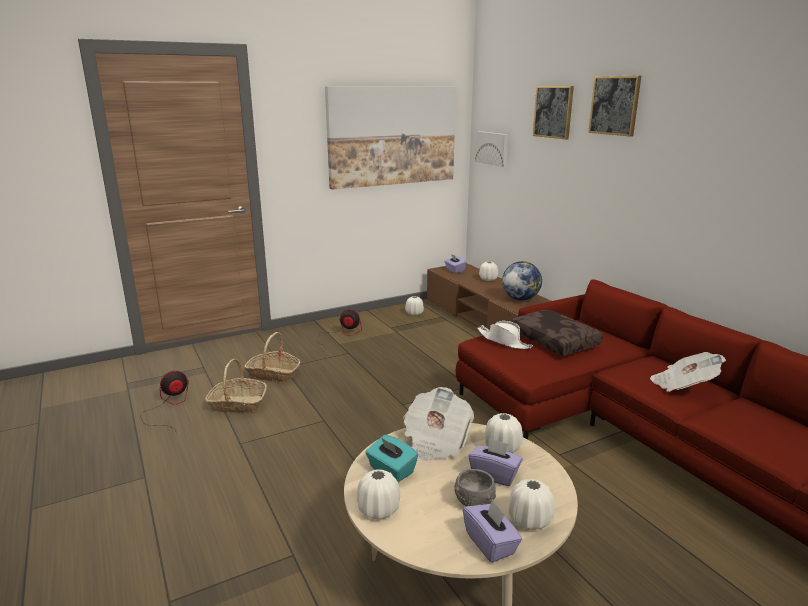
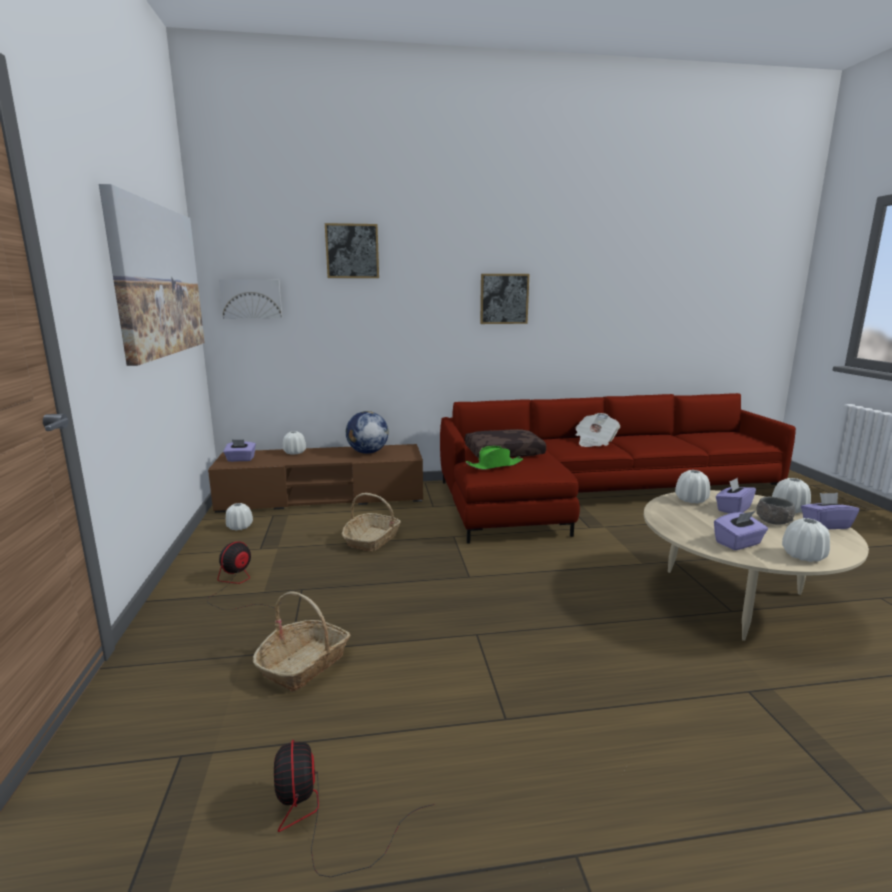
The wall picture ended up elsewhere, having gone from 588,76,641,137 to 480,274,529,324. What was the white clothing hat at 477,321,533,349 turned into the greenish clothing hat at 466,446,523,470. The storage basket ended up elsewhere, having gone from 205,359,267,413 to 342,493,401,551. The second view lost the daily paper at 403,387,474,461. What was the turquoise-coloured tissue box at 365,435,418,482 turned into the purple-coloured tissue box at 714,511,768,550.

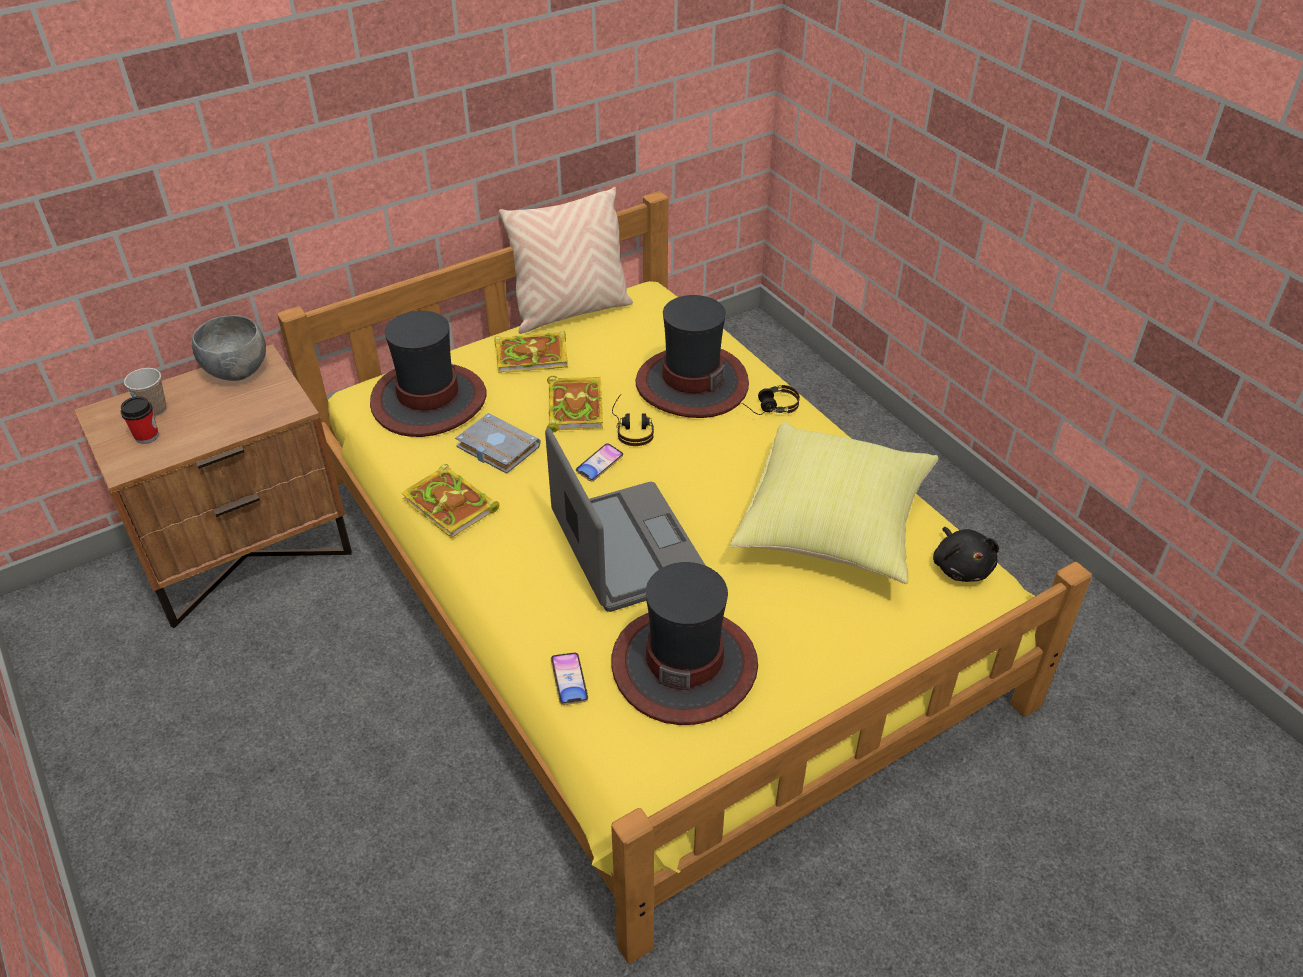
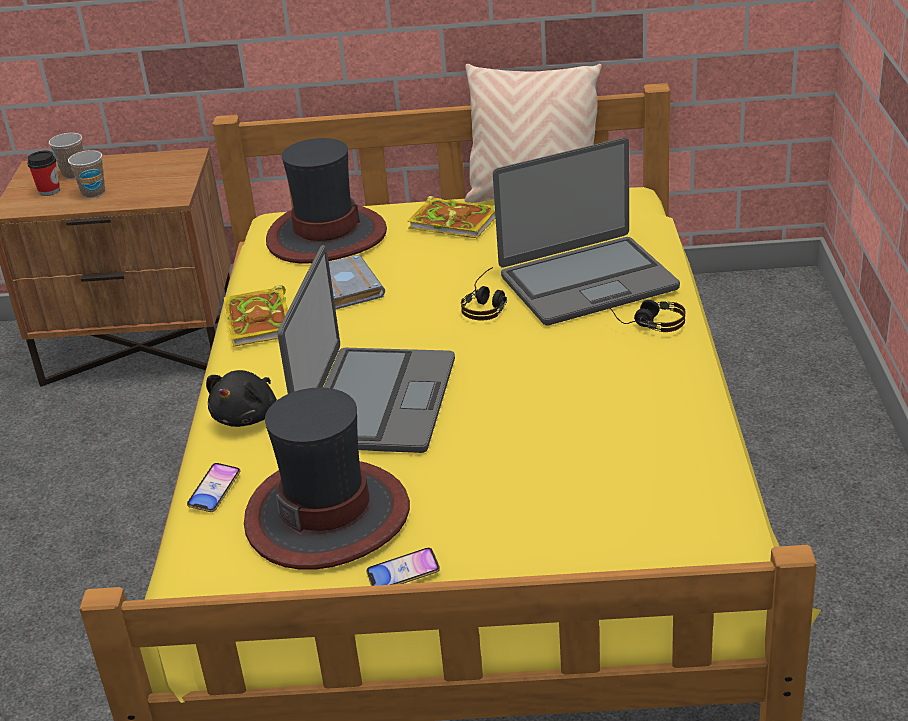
Where the clothing hat stood at 636,295,749,418, the notebook computer came to stand at 493,138,680,326. The second view lost the grey bowl at 192,315,266,381. The second view lost the book at 547,376,603,433. The second view lost the yellow-coloured throw pillow at 730,422,939,584. The handset ended up elsewhere, having gone from 576,443,623,481 to 366,548,440,586. The black soft toy ended up elsewhere, having gone from 933,527,999,582 to 206,370,277,427. The second view gained the small cup at 68,150,105,198.

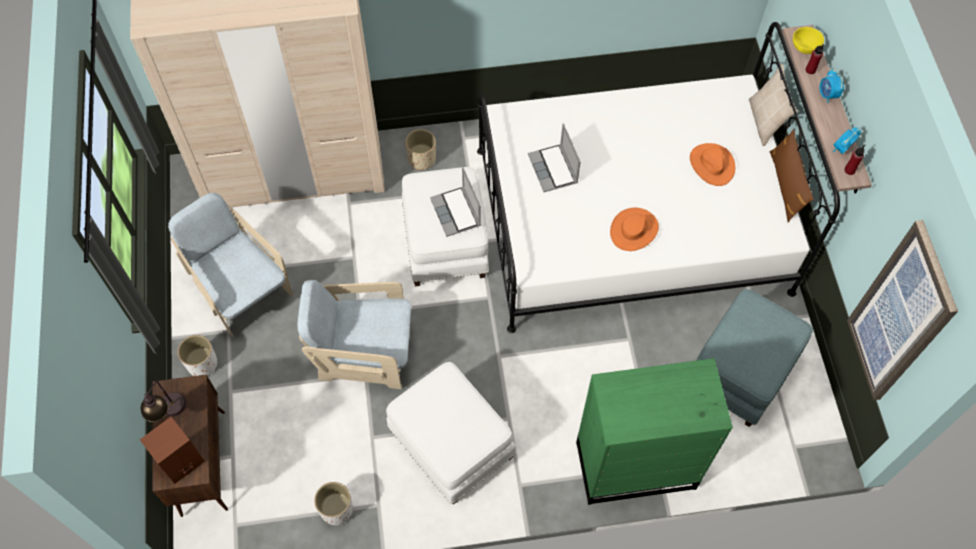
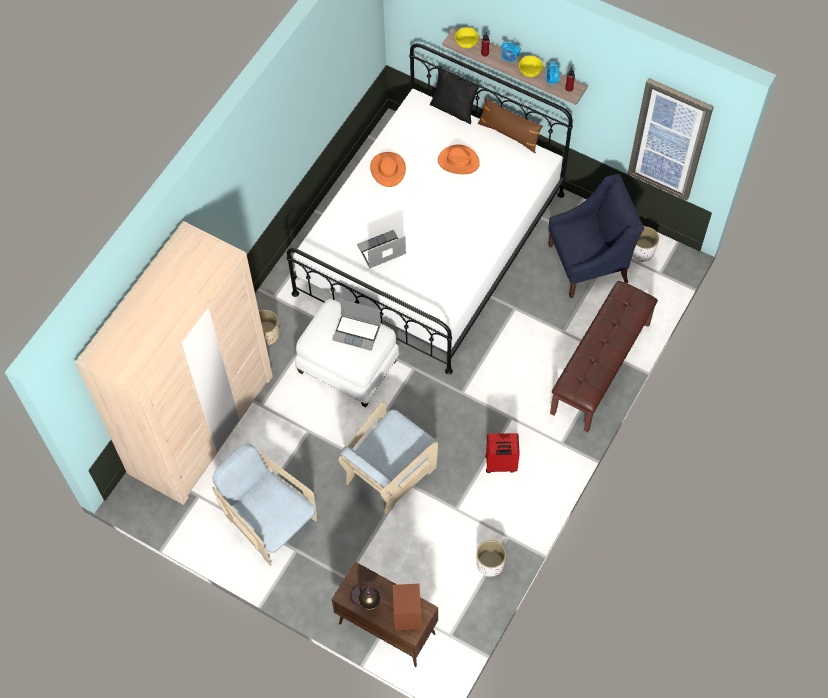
What was the sand-coloured throw pillow at 749,64,798,146 turned into the black throw pillow at 430,65,480,124. The notebook computer at 528,124,581,192 ended up facing another way, 135 degrees clockwise from before. The sand-coloured armchair at 168,193,293,337 ended up facing another way, 45 degrees clockwise from before. The orange-coloured clothing hat ended up elsewhere, having gone from 610,208,659,251 to 370,152,406,187. Where the blue-coloured ottoman stood at 696,289,813,427, the blue-coloured armchair came to stand at 548,174,644,298. The white plant pot ended up elsewhere, having gone from 178,335,217,376 to 632,226,659,262. Where the greenish dresser stood at 576,358,733,505, the brownish long seat came to stand at 550,281,658,433. Where the white ottoman stood at 386,362,516,505, the red-coloured piece of luggage came to stand at 485,433,520,473. The second view gained the yellow-coloured bowl at 519,56,543,77.

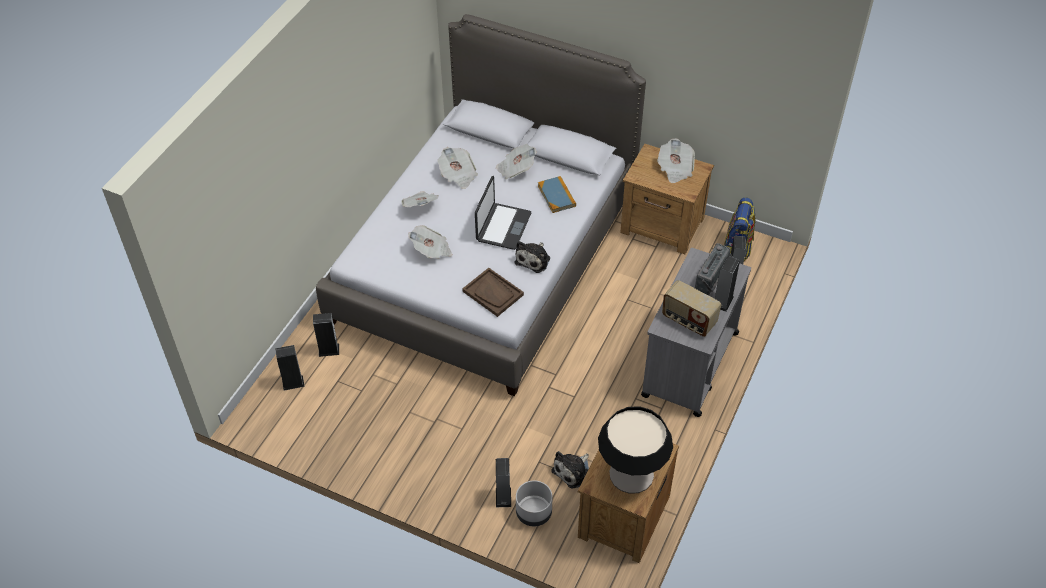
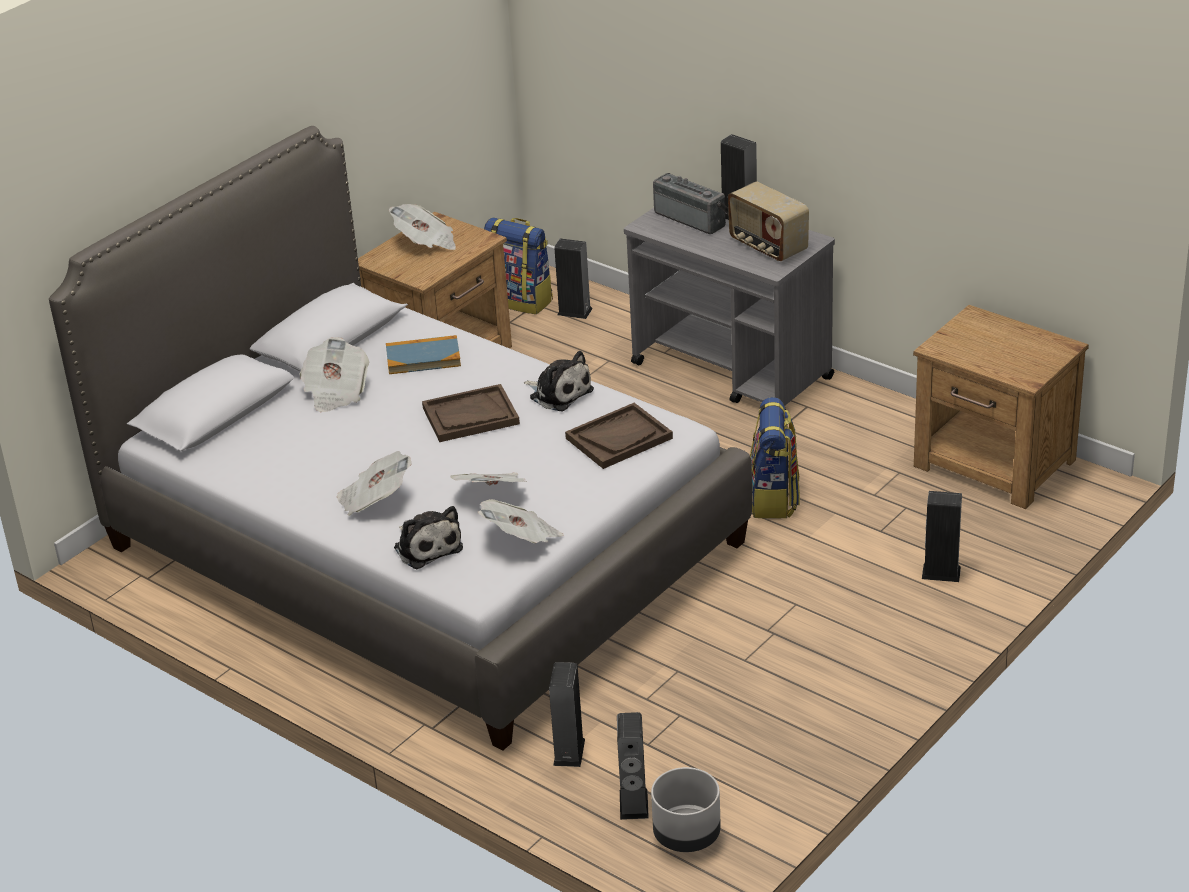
The daily paper ended up elsewhere, having gone from 437,147,478,189 to 478,499,563,543. Where the notebook computer stood at 475,176,531,250, the brownish serving tray came to stand at 422,384,520,442. The radio receiver at 662,280,721,337 ended up facing another way, 90 degrees clockwise from before. The second view lost the lamp for a table at 598,406,673,494. The soft toy ended up elsewhere, having gone from 551,451,589,488 to 394,506,463,569. The grey plant pot ended up elsewhere, having gone from 516,481,553,526 to 651,767,721,852. The second view gained the backpack at 750,397,800,519.

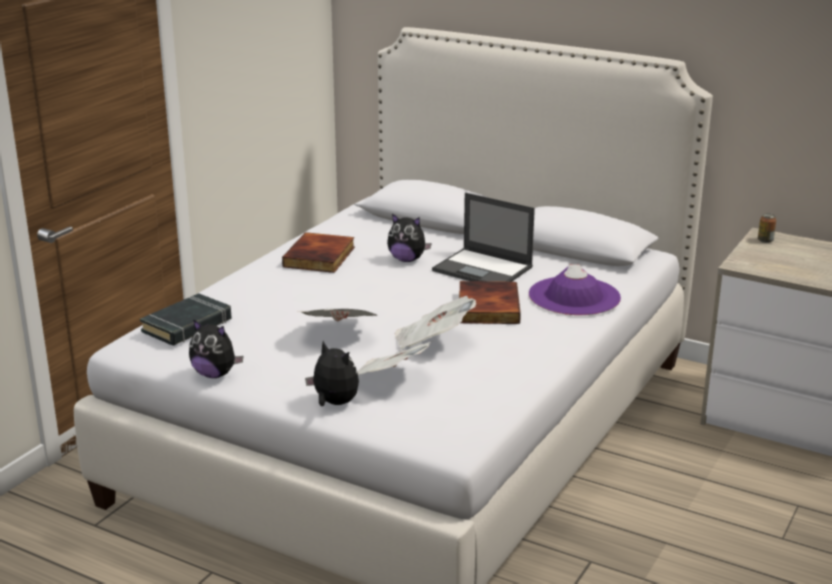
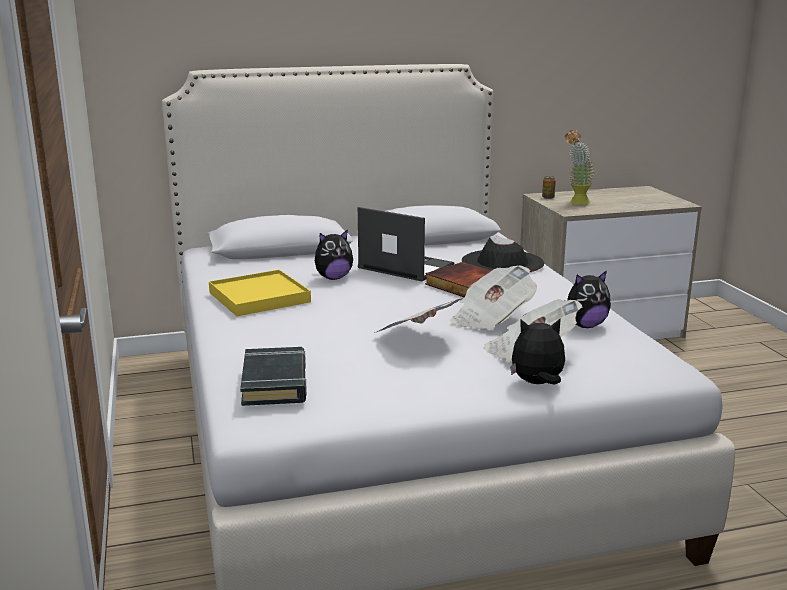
The notebook computer at 432,193,535,282 ended up facing another way, 135 degrees counterclockwise from before. Where the book stood at 282,232,355,273, the yellow-coloured serving tray came to stand at 209,270,311,316. What was the purple-coloured clothing hat at 529,264,621,315 turned into the black clothing hat at 462,235,544,273. The soft toy ended up elsewhere, having gone from 189,319,243,378 to 567,270,611,328. The second view gained the houseplant at 565,130,595,205.

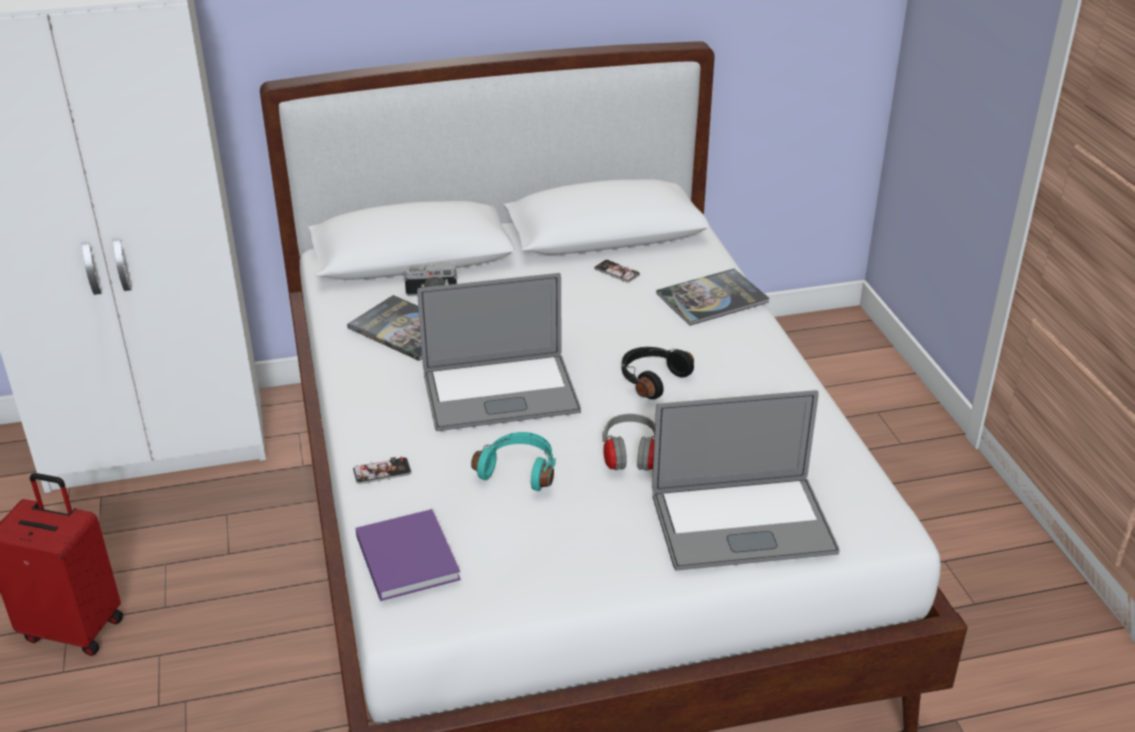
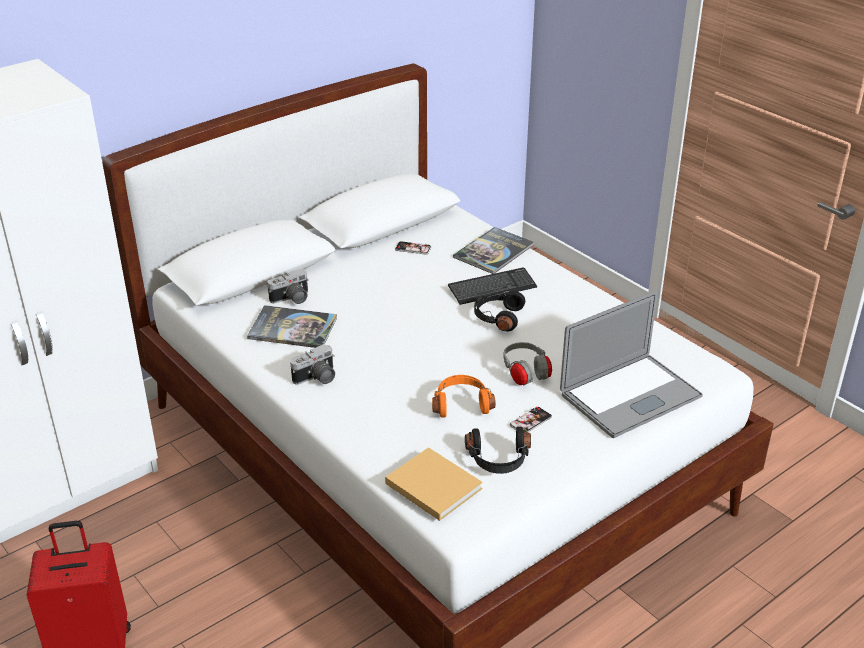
The second view lost the notebook computer at 417,273,581,431. What was the turquoise-coloured headset at 471,432,556,491 turned into the orange-coloured headset at 432,375,496,418. The handset ended up elsewhere, having gone from 353,456,412,484 to 509,407,552,432. What was the purple-coloured book at 355,509,461,601 turned into the sand-coloured book at 385,447,483,521. The second view gained the keyboard at 448,268,537,305. The second view gained the photo camera at 290,344,335,385. The second view gained the black headset at 465,427,531,474.

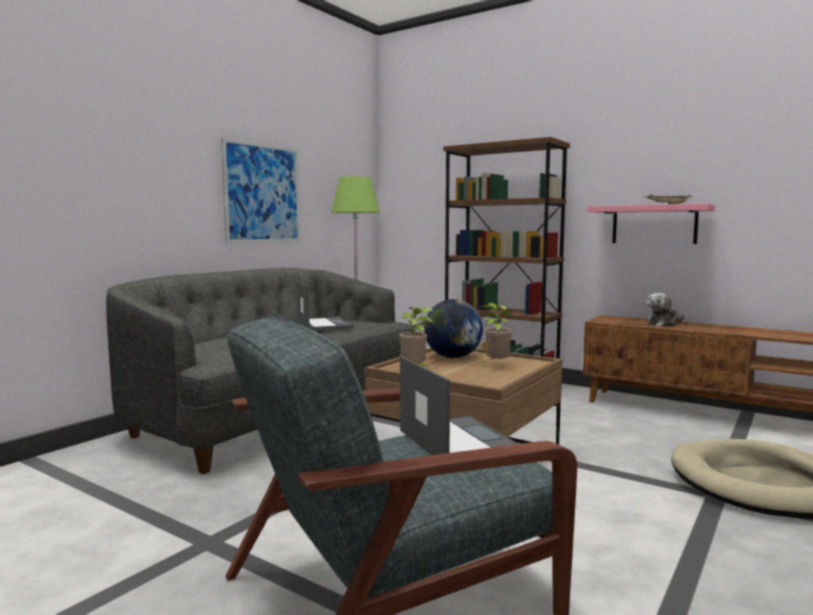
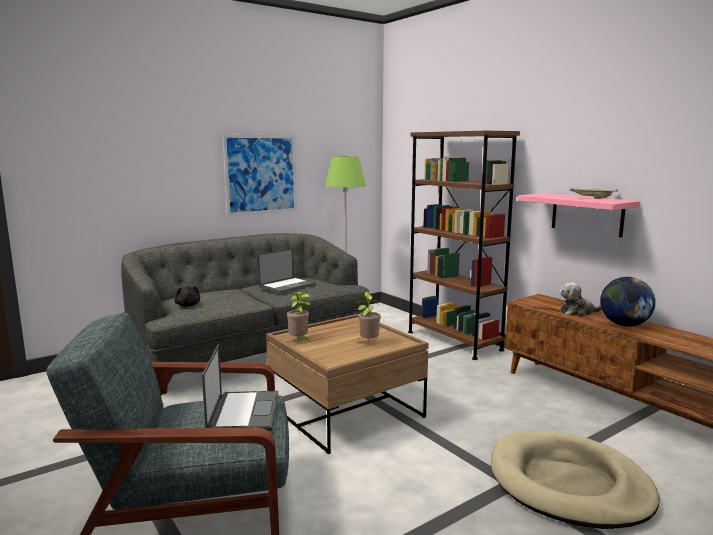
The notebook computer at 297,281,354,331 ended up facing another way, 45 degrees clockwise from before. The world globe ended up elsewhere, having gone from 424,299,483,358 to 600,277,656,327. The second view gained the black soft toy at 175,286,200,307.

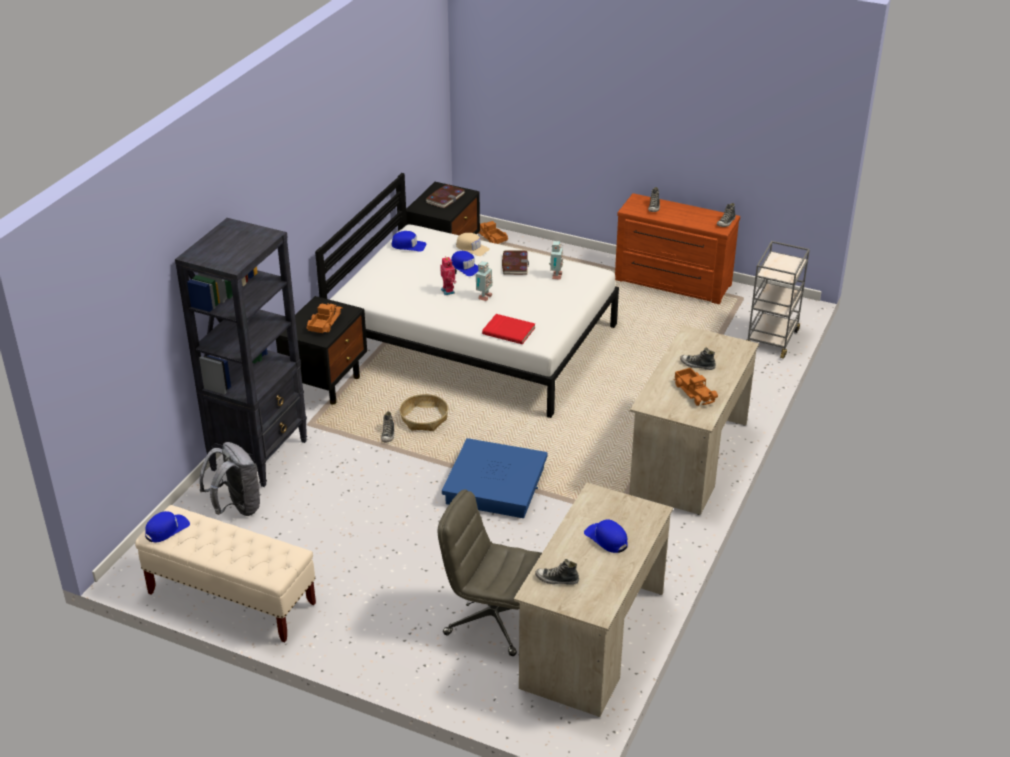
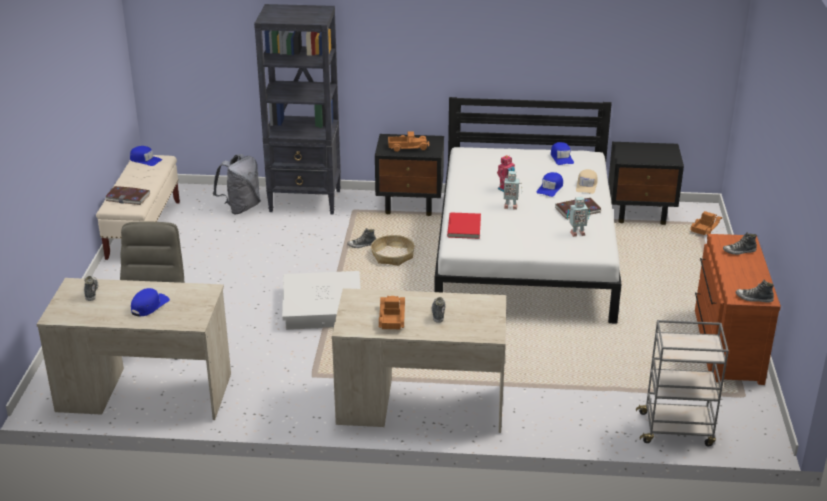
The book ended up elsewhere, having gone from 426,184,464,208 to 105,186,151,205. The toy lorry at 674,368,718,406 ended up facing another way, 135 degrees clockwise from before. What was the blue-coloured storage box at 442,438,548,518 turned into the white storage box at 282,271,361,330.

